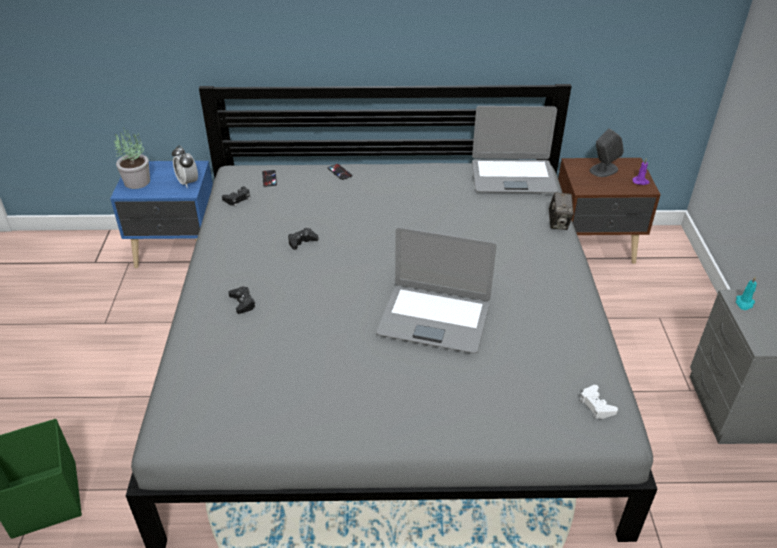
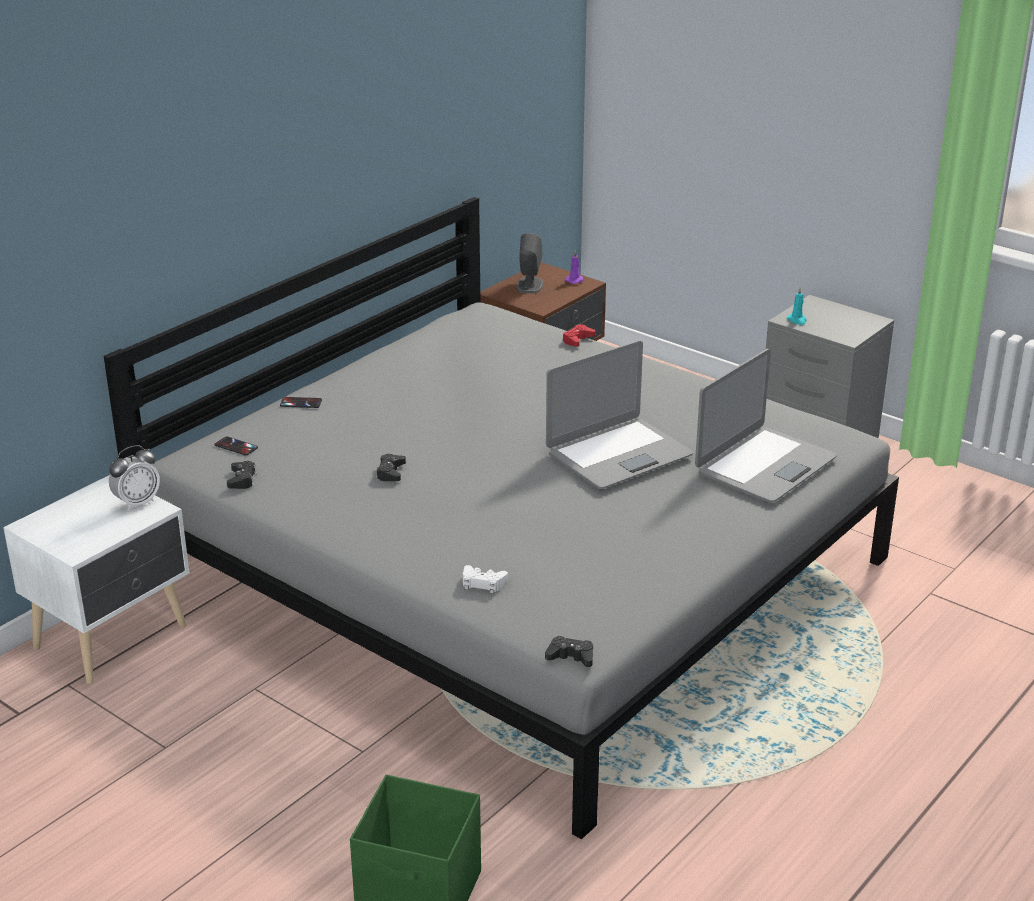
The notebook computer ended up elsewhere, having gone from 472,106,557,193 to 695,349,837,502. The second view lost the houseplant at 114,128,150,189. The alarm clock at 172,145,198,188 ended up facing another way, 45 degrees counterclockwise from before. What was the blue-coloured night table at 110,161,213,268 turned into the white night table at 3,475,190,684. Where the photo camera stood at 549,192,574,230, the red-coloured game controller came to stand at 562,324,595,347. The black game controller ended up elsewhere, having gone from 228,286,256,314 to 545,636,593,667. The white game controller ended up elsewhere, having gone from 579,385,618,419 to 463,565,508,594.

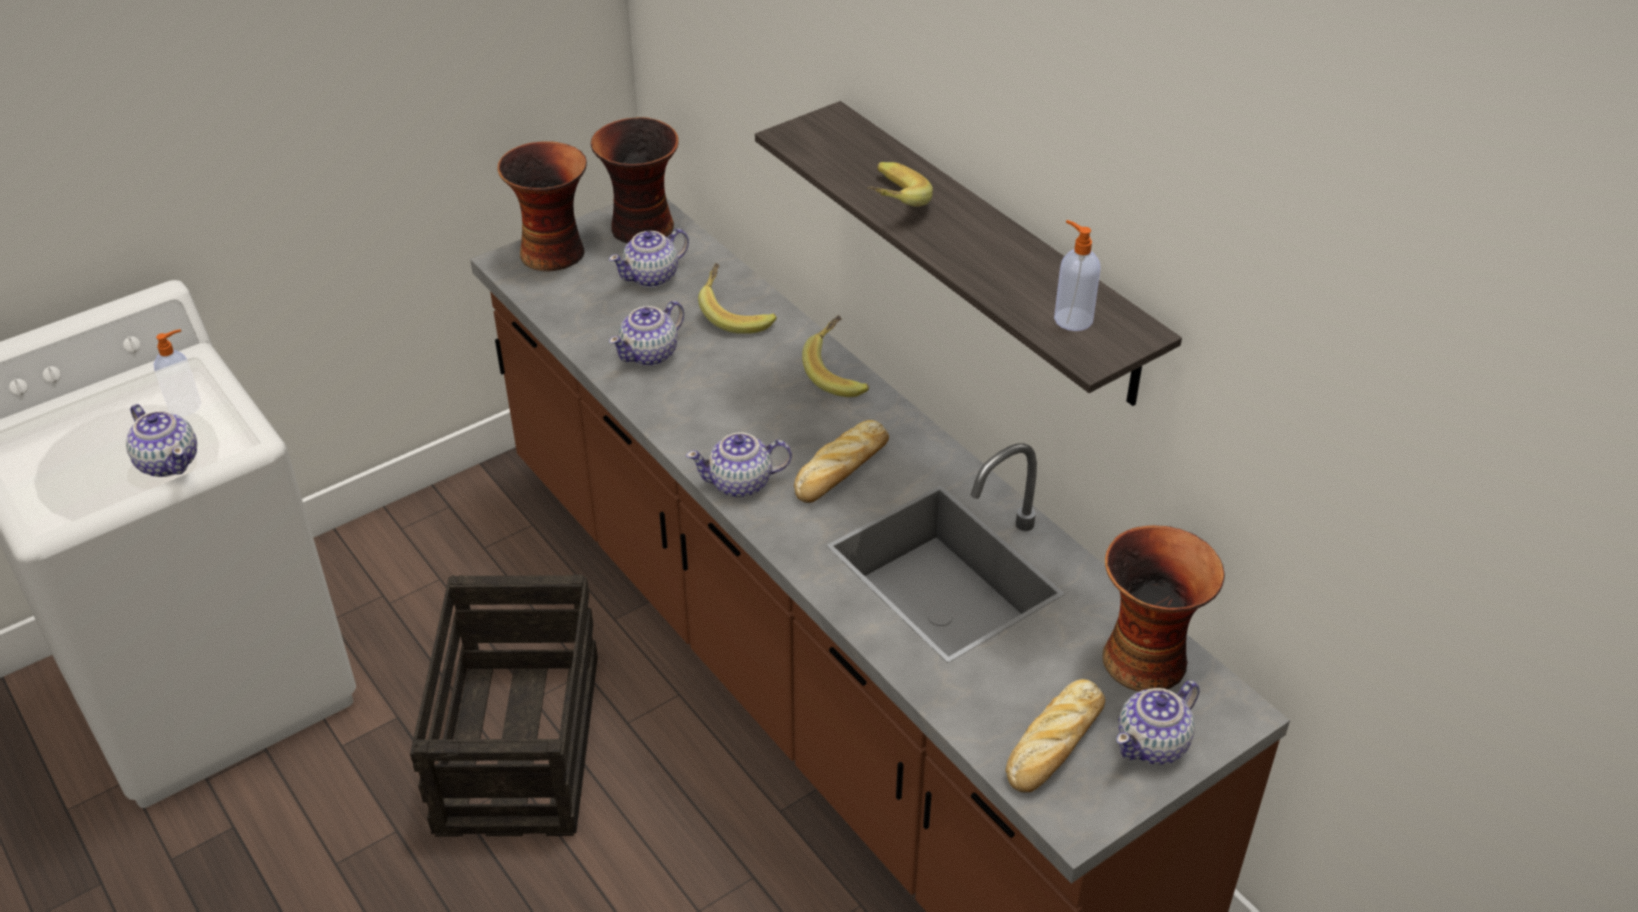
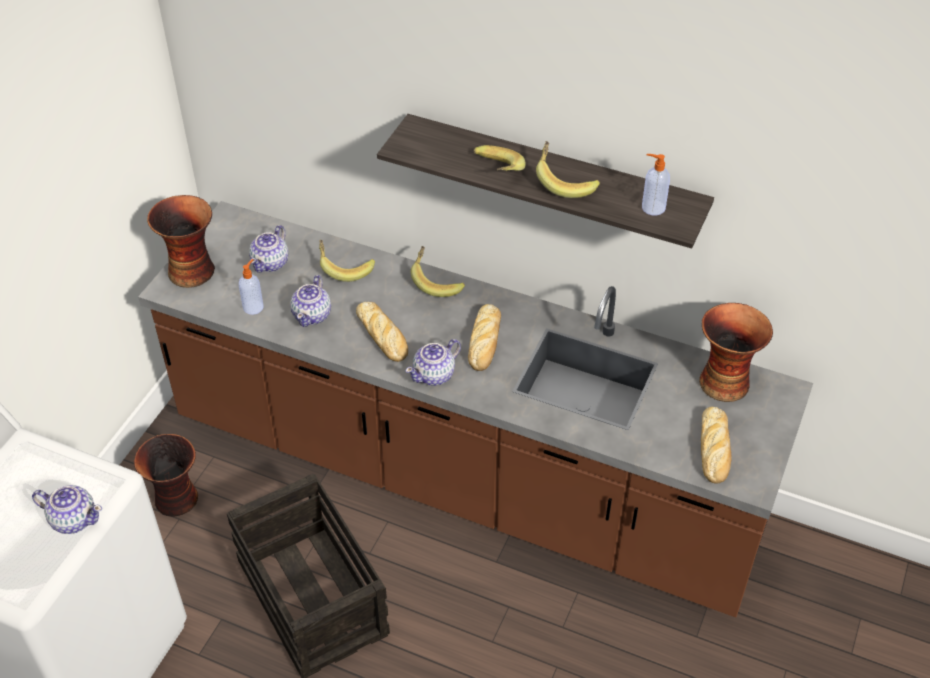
The vase ended up elsewhere, having gone from 591,117,679,243 to 134,434,198,517. The liquid soap bottle ended up elsewhere, having gone from 154,329,201,416 to 239,259,263,315. The second view lost the pot for tea at 1116,680,1199,764. The second view gained the banana at 536,141,600,198. The second view gained the bakery bread at 356,302,408,362.

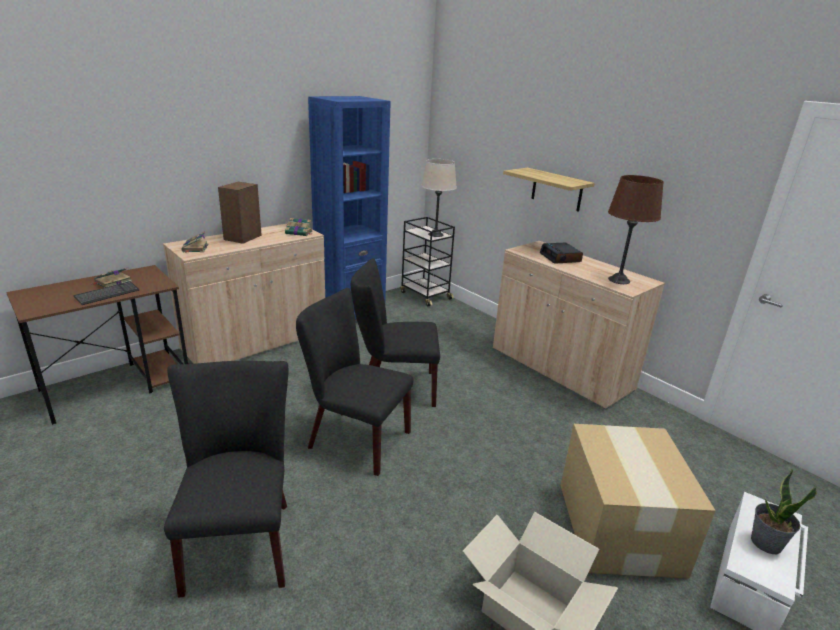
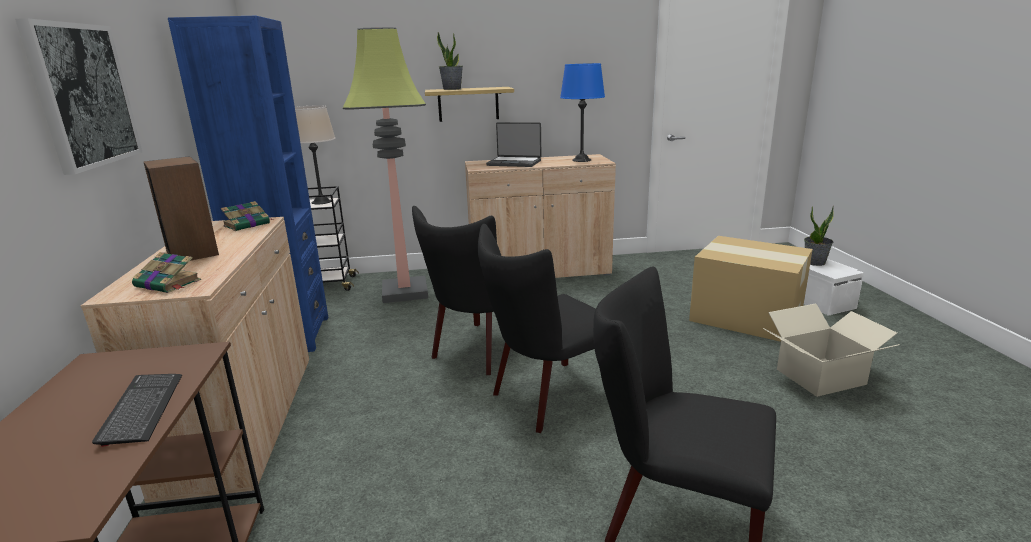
What was the brownish lamp for a table at 608,175,664,284 turned into the blue-coloured lamp for a table at 560,63,605,162. Where the alarm clock stood at 540,242,583,264, the notebook computer came to stand at 486,122,542,167. The second view lost the book at 93,267,132,288. The second view gained the wall picture at 15,18,142,175. The second view gained the standing lamp at 343,27,428,303. The second view gained the houseplant at 437,32,463,90.

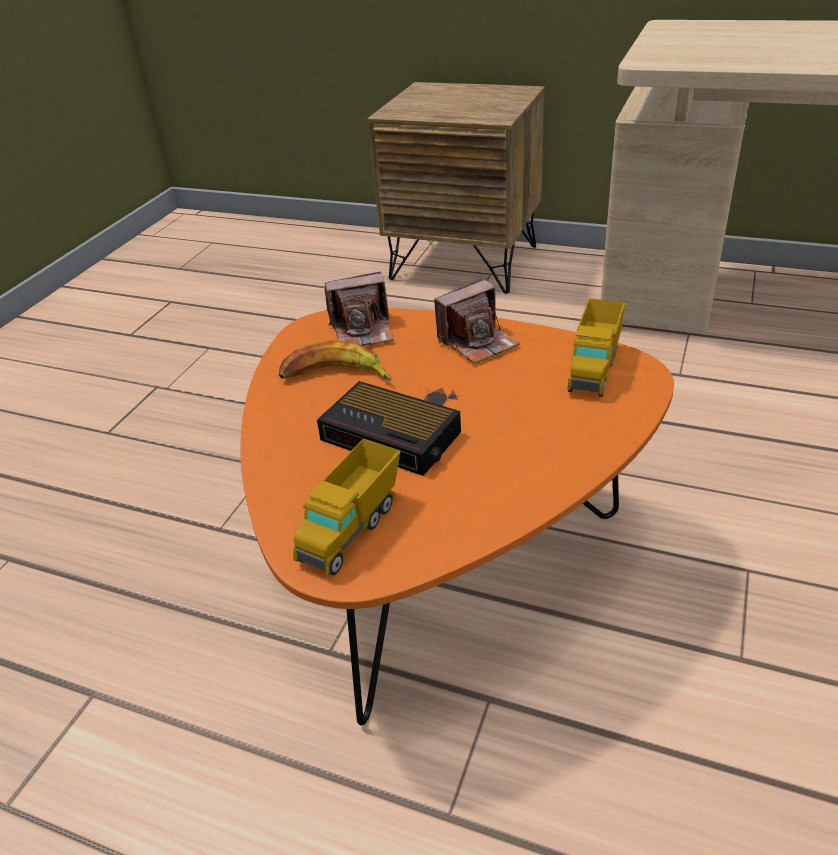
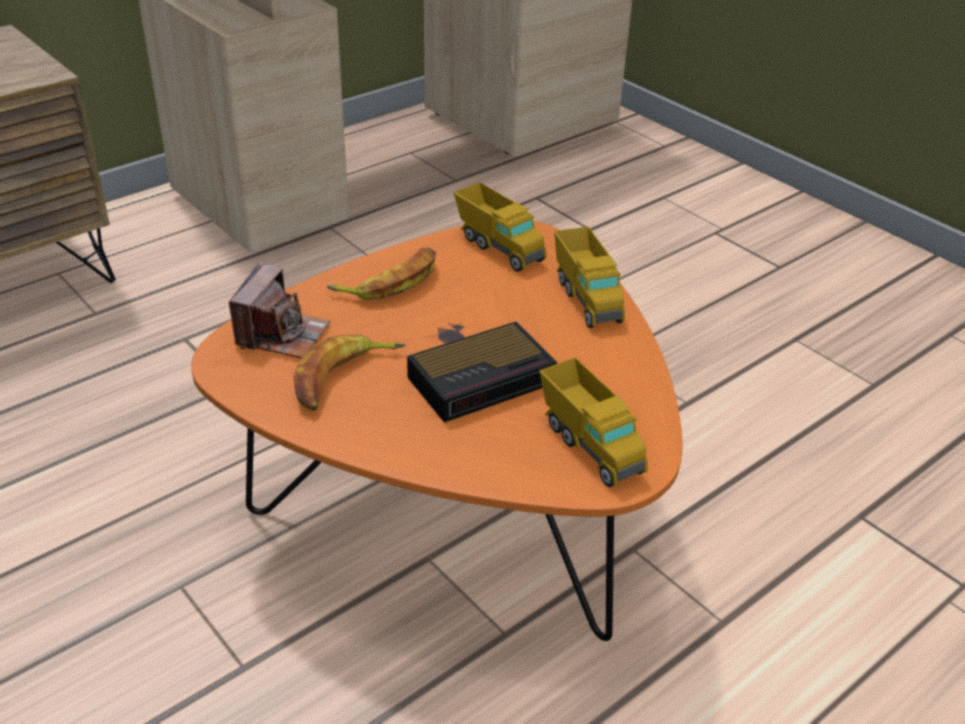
Where the photo camera stood at 434,278,520,364, the banana came to stand at 327,248,436,300. The second view gained the toy lorry at 554,227,625,328.

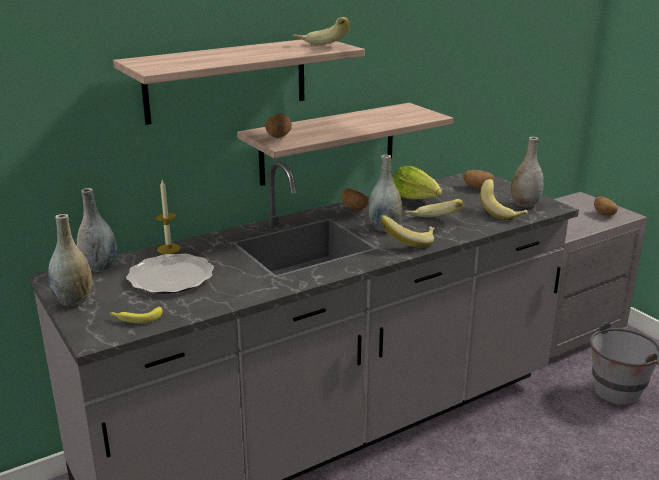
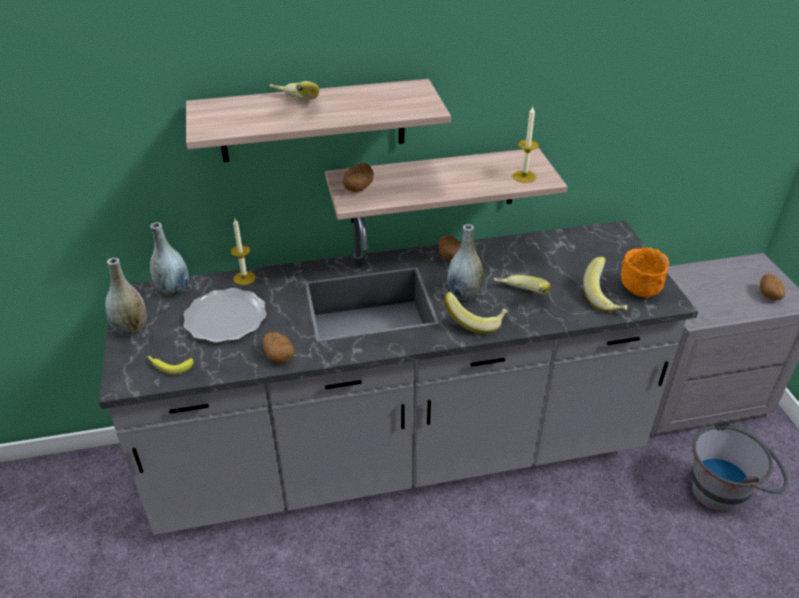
The banana ended up elsewhere, having gone from 292,17,350,45 to 269,81,319,100. Where the grey vase stood at 511,137,544,208, the orange-coloured bowl came to stand at 621,248,669,297. The second view lost the lettuce head at 393,166,442,199. The whole potato ended up elsewhere, having gone from 463,170,494,189 to 263,332,294,364. The second view gained the candle at 513,107,539,183.

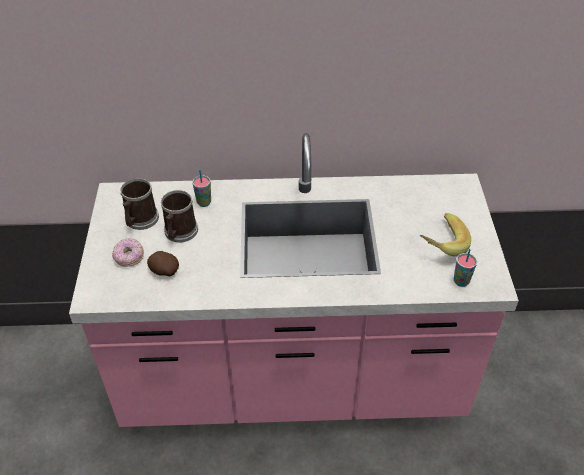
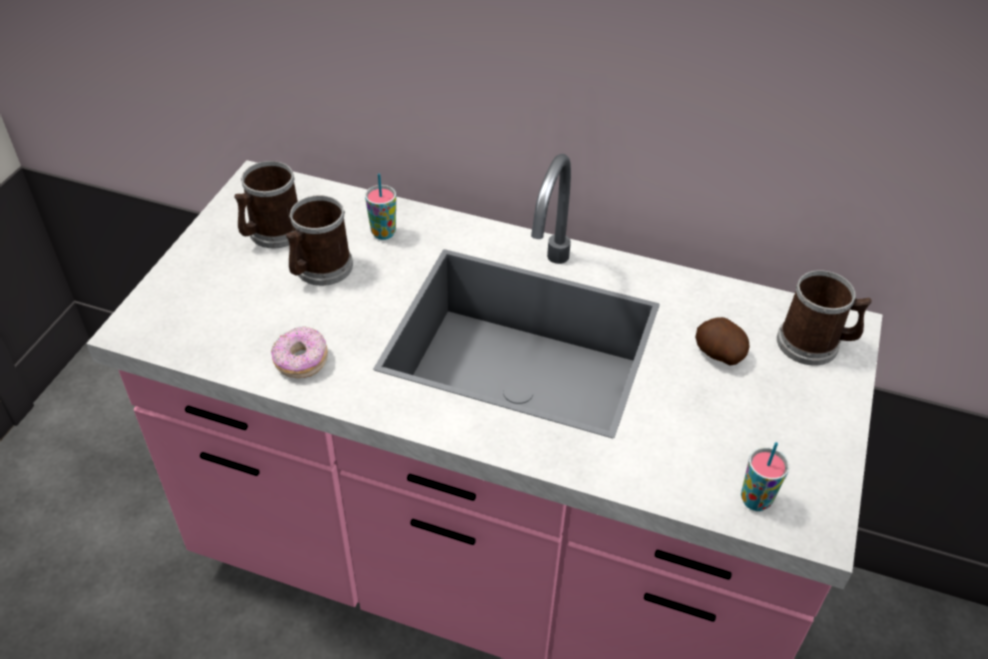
The second view lost the banana at 420,213,471,256. The donut ended up elsewhere, having gone from 112,238,144,267 to 271,326,328,378. The whole potato ended up elsewhere, having gone from 147,251,179,276 to 695,317,749,366. The second view gained the coffee mug at 777,270,871,365.

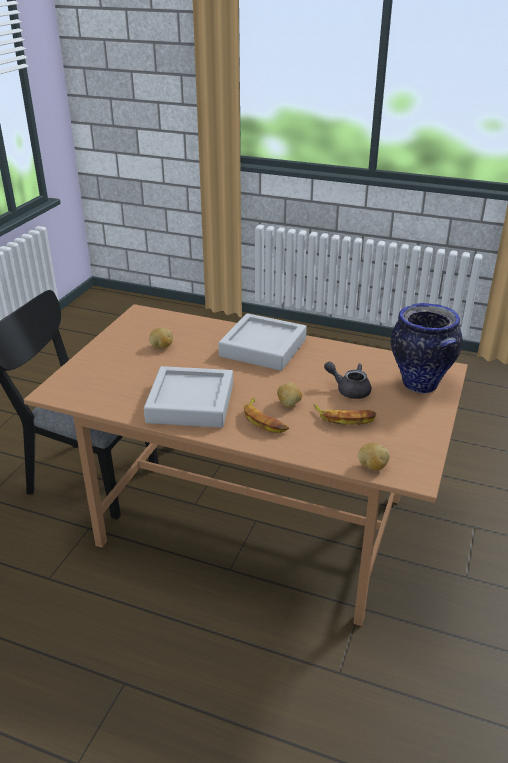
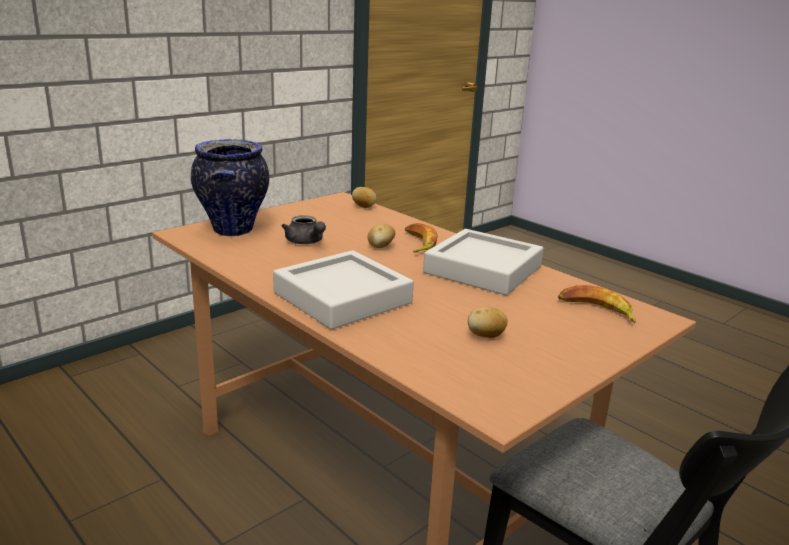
The banana ended up elsewhere, having gone from 313,404,377,425 to 558,285,636,323.

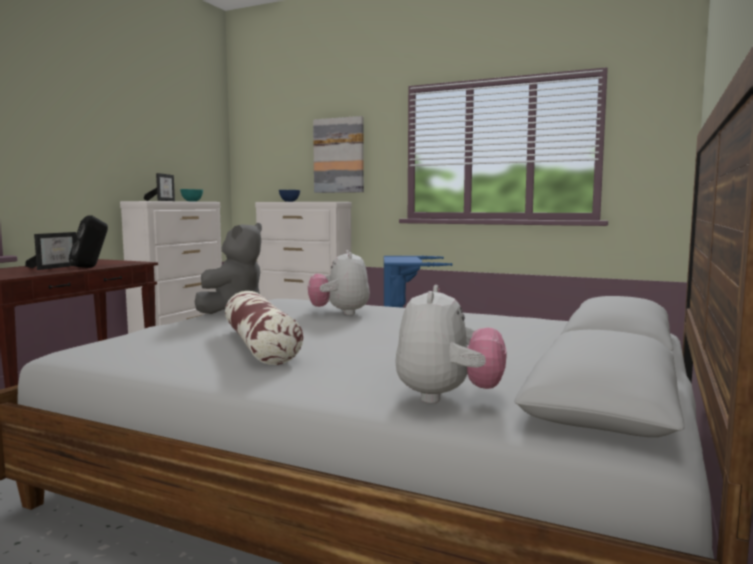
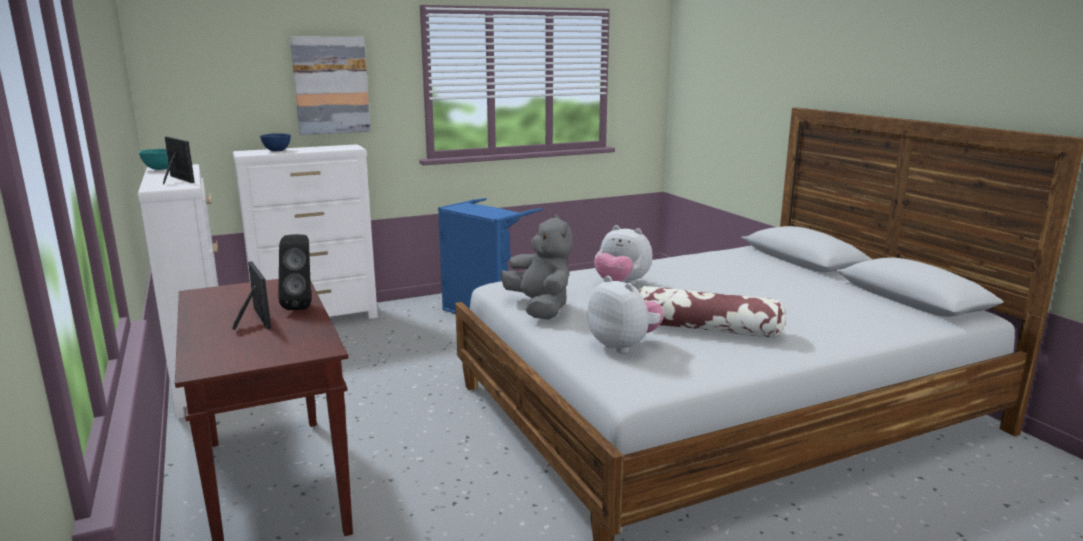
The soft toy ended up elsewhere, having gone from 395,285,506,404 to 587,276,664,354.

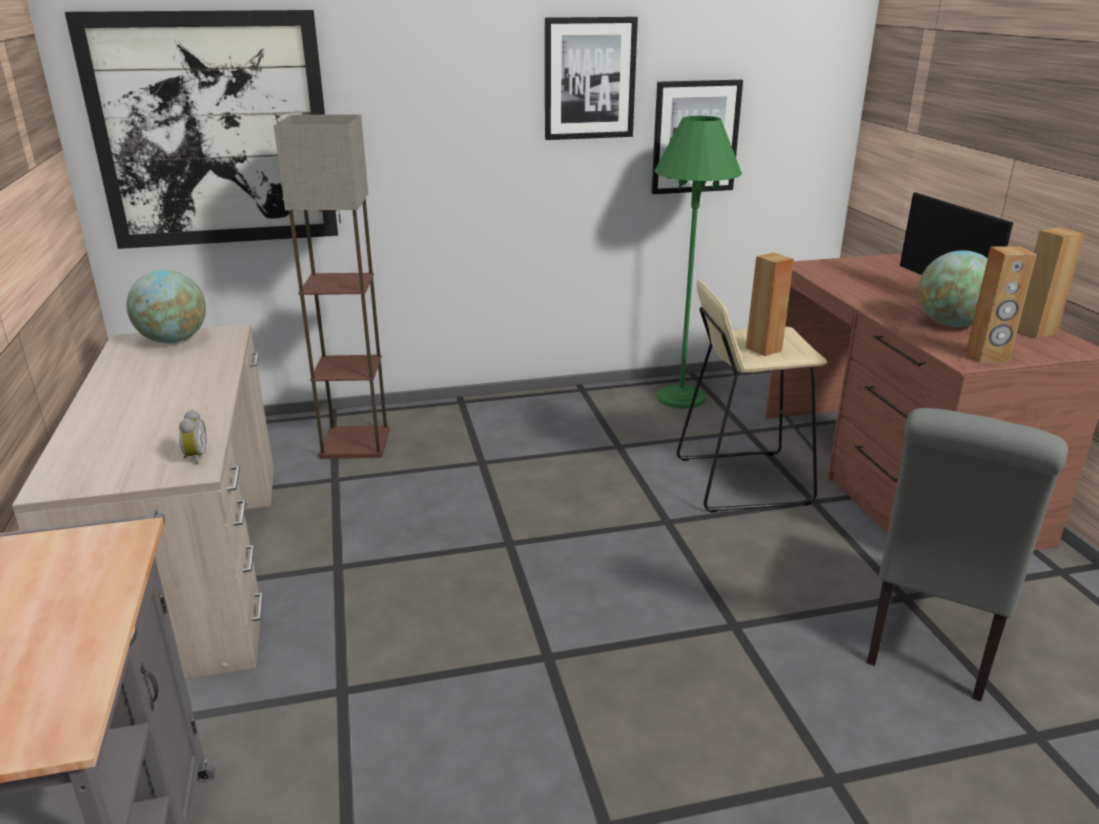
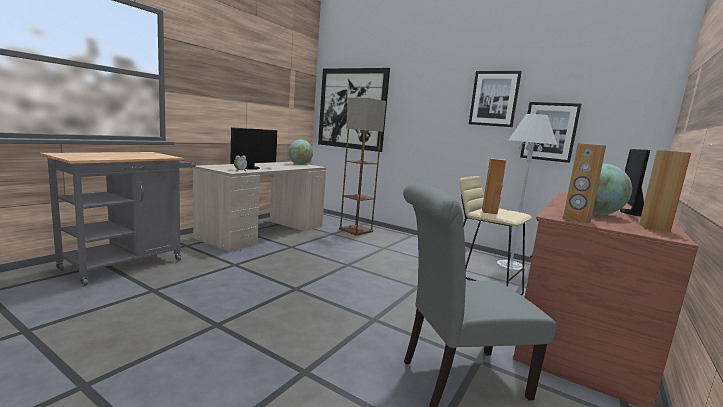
What was the greenish standing lamp at 654,116,742,408 turned into the white standing lamp at 496,114,558,272. The second view gained the computer screen at 230,127,277,169.

